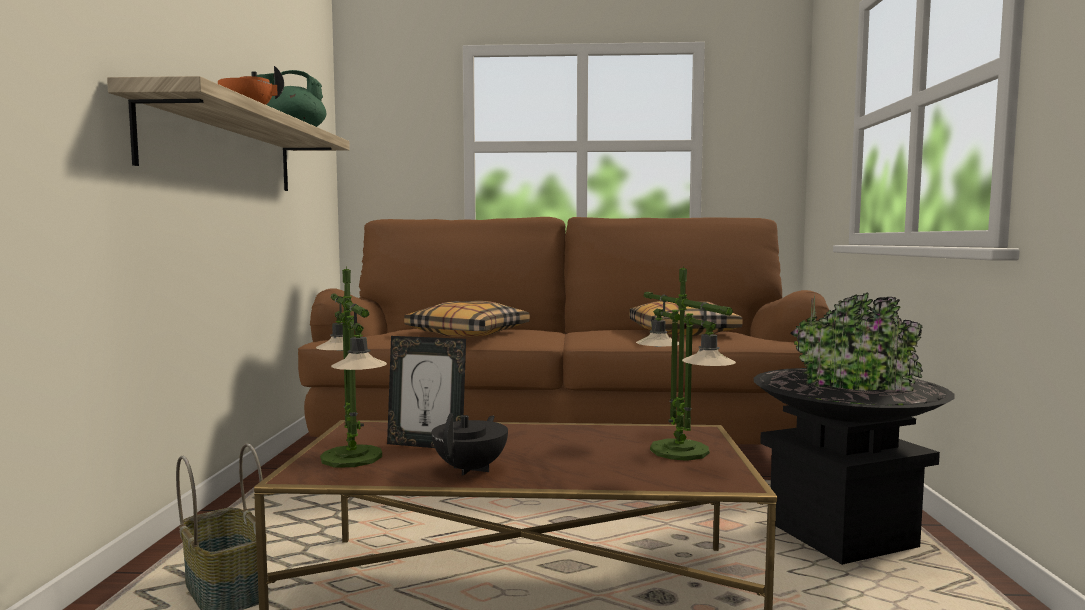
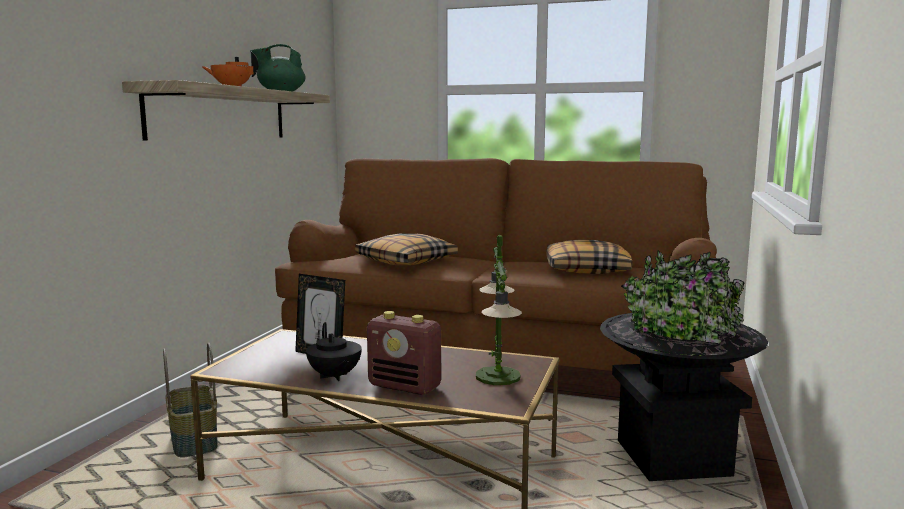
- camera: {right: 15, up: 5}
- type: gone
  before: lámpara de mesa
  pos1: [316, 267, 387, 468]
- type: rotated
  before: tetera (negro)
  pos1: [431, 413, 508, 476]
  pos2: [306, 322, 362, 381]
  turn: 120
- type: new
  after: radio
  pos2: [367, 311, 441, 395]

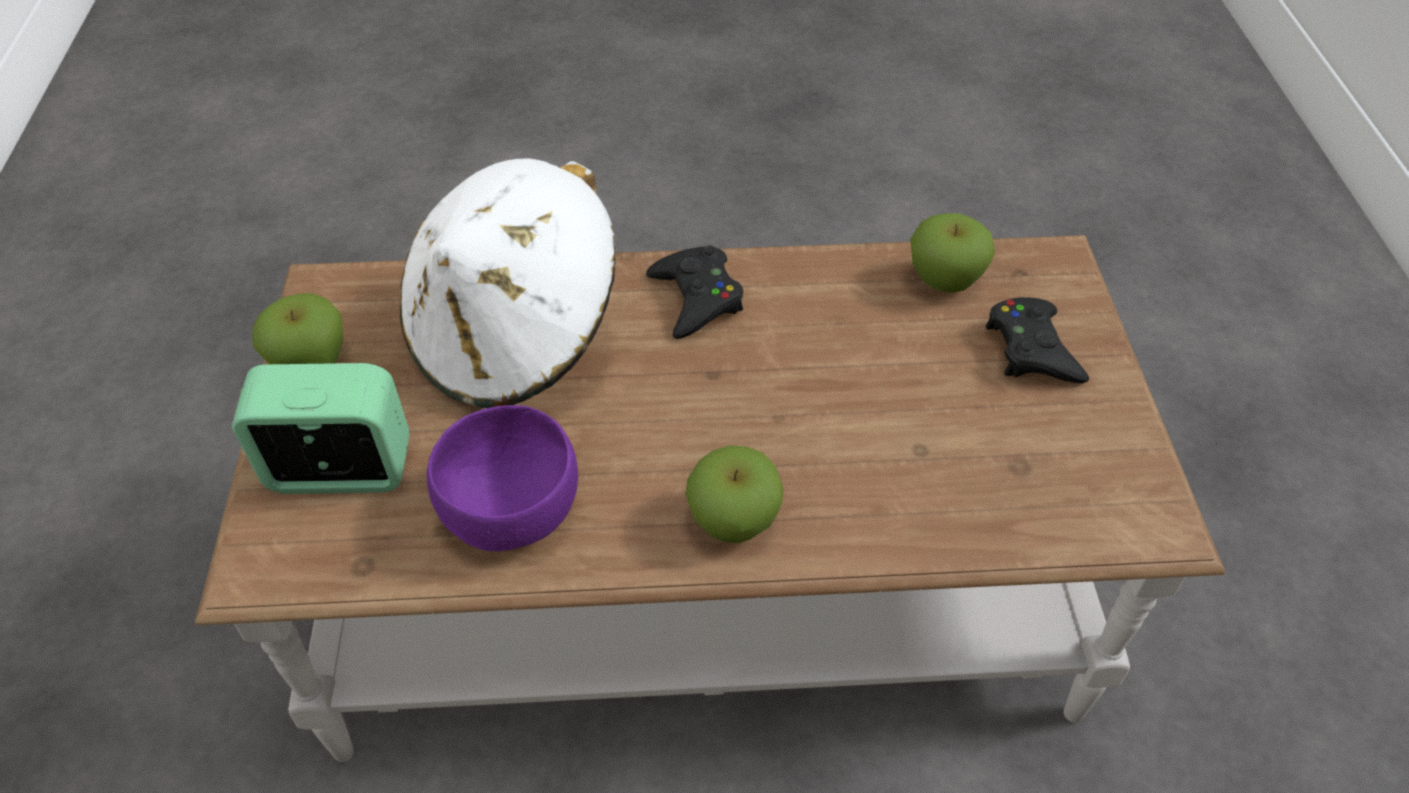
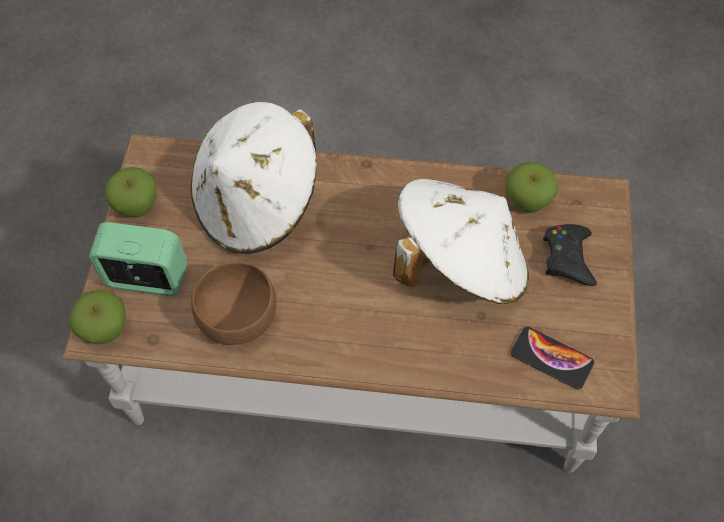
- camera: {right: 10, up: 10}
- type: gone
  before: mando de consola (negro)
  pos1: [646, 245, 743, 339]
- type: repainted
  before: cuenco (morado)
  after: cuenco (marrón)
  pos1: [427, 405, 578, 551]
  pos2: [191, 262, 276, 345]
- type: shifted
  before: manzana
  pos1: [685, 445, 783, 543]
  pos2: [69, 289, 126, 344]
- type: new
  after: sombrero (blanco)
  pos2: [393, 179, 529, 304]
- type: new
  after: móvil
  pos2: [511, 327, 594, 389]

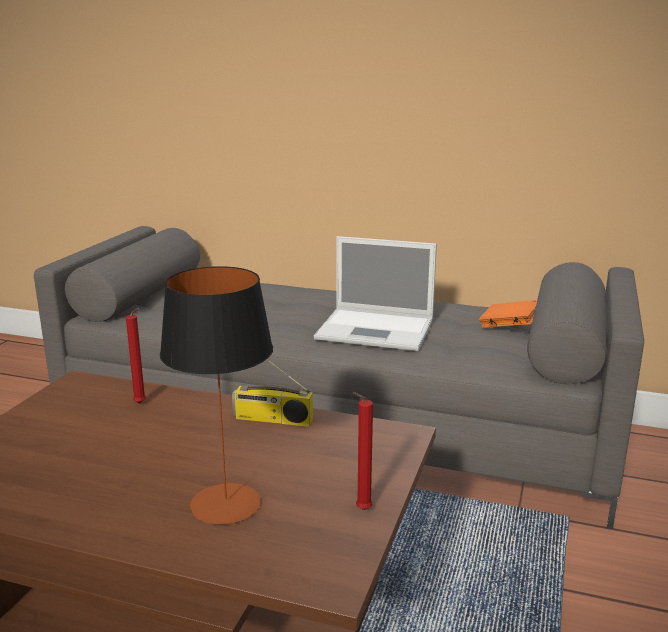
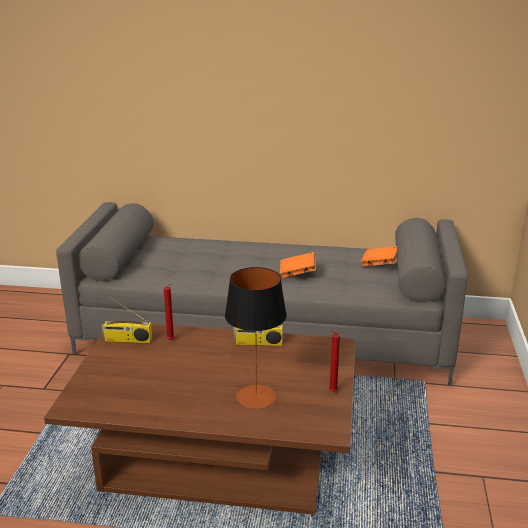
- camera: {right: -10, up: 5}
- type: swapped
  before: portátil
  after: libro (naranja)
  pos1: [314, 236, 437, 351]
  pos2: [280, 252, 316, 278]
- type: new
  after: radio
  pos2: [102, 298, 152, 343]

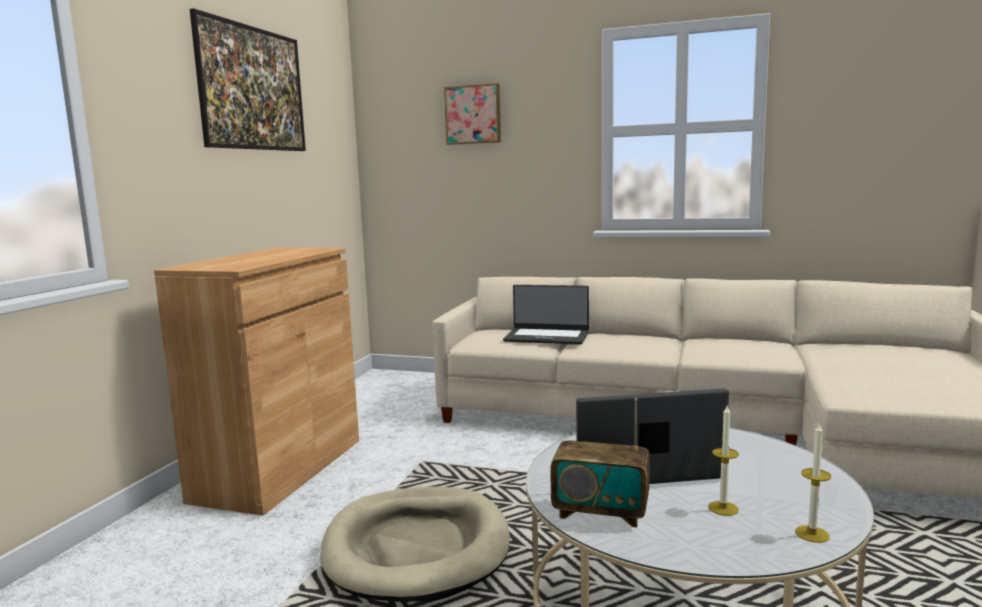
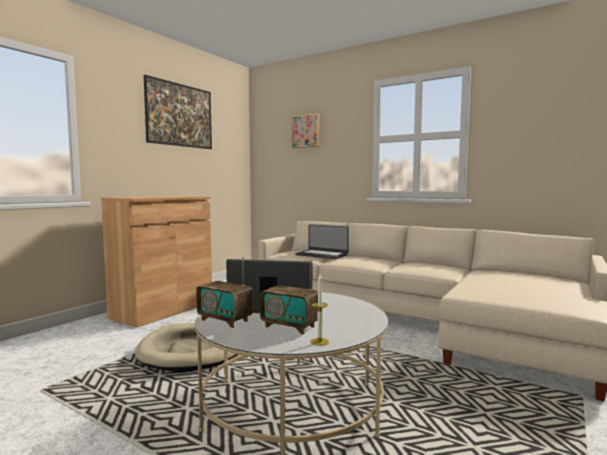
- camera: {right: 15, up: -5}
- type: swapped
  before: vela
  after: radio
  pos1: [708, 406, 739, 516]
  pos2: [260, 260, 318, 335]

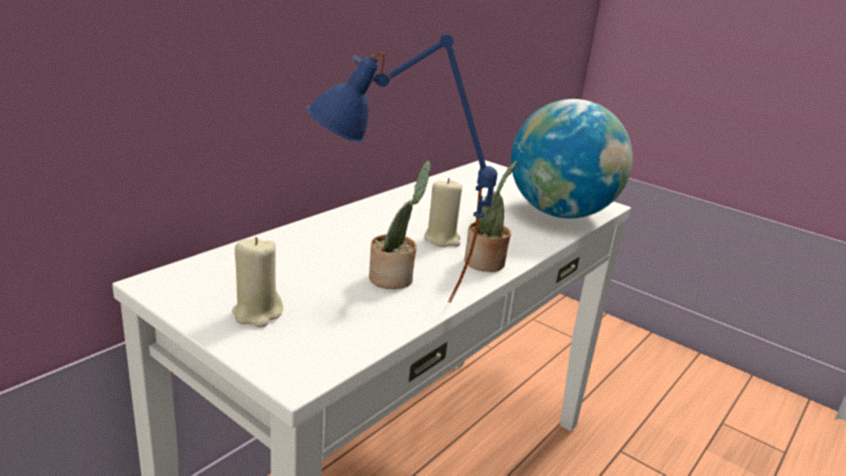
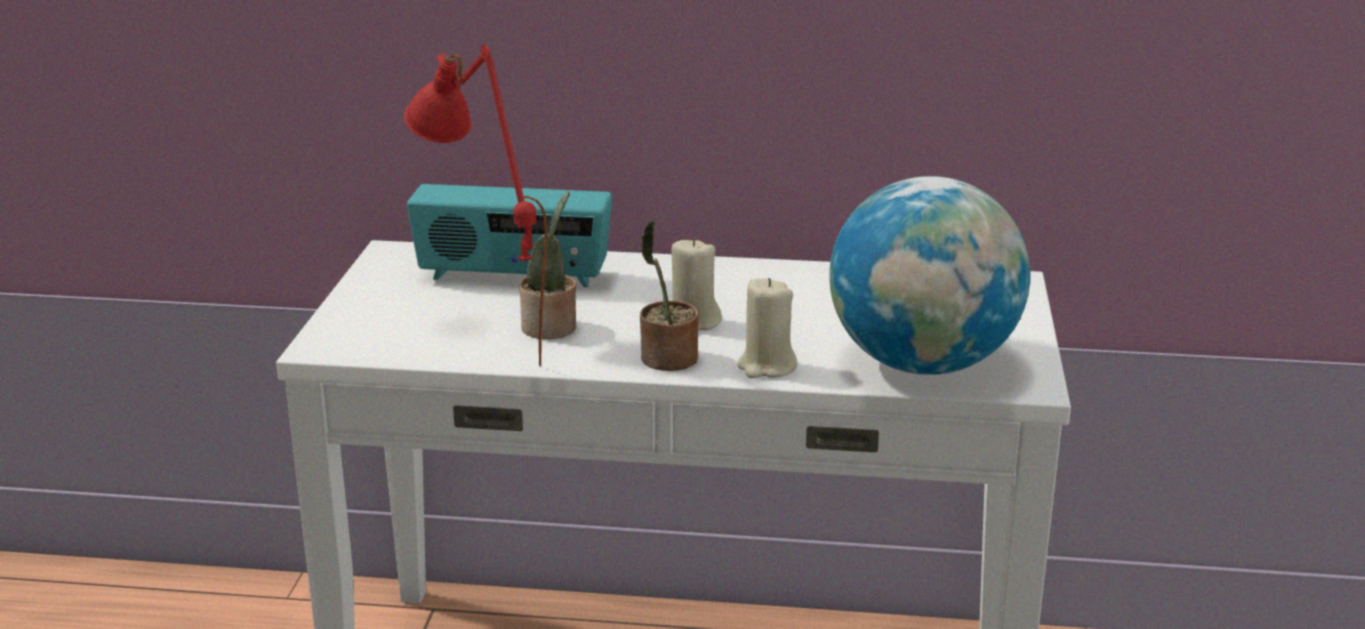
- camera: {right: 60, up: 0}
- type: repainted
  before: lámpara de mesa (azul)
  after: lámpara de mesa (rojo)
  pos1: [307, 34, 497, 303]
  pos2: [404, 45, 548, 367]
- type: shifted
  before: vela (beis)
  pos1: [232, 237, 283, 327]
  pos2: [737, 278, 797, 378]
- type: new
  after: radio
  pos2: [407, 184, 612, 287]

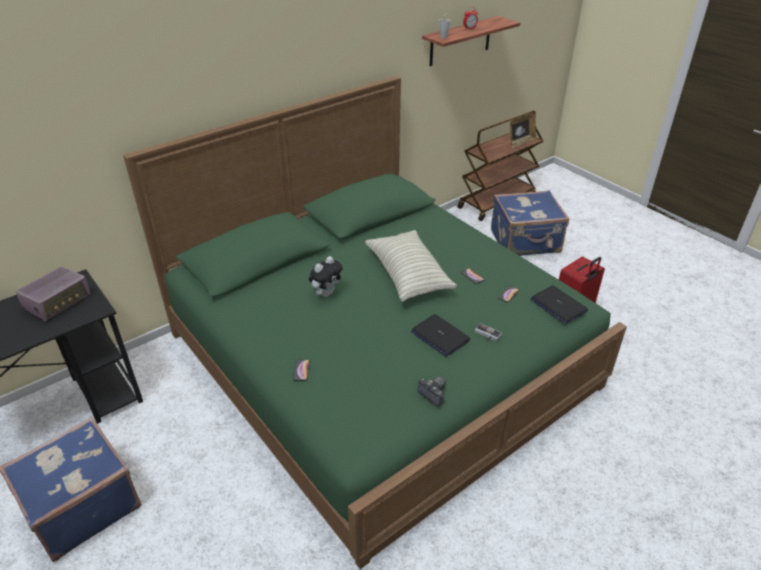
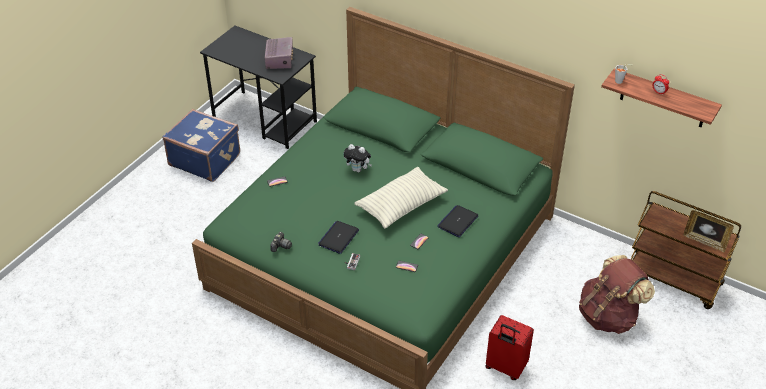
- camera: {right: 70, up: 5}
- type: swapped
  before: maleta (azul)
  after: mochila (marrón)
  pos1: [491, 190, 569, 256]
  pos2: [579, 255, 655, 334]
- type: rotated
  before: radio
  pos1: [16, 267, 91, 321]
  pos2: [265, 37, 293, 69]
  turn: -105
- type: shifted
  before: portátil
  pos1: [531, 285, 588, 324]
  pos2: [437, 205, 479, 237]

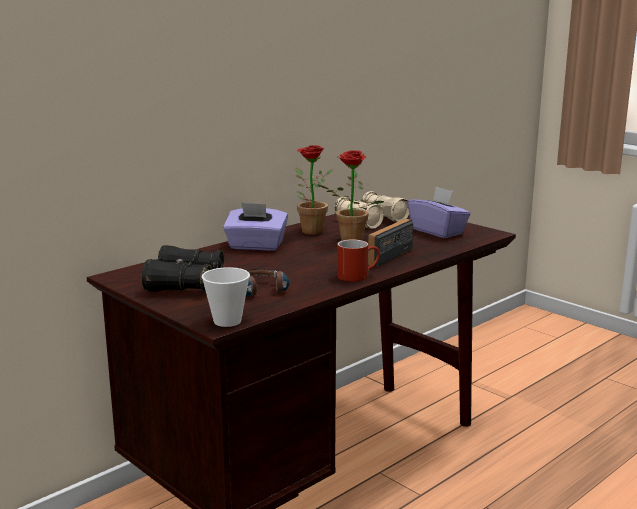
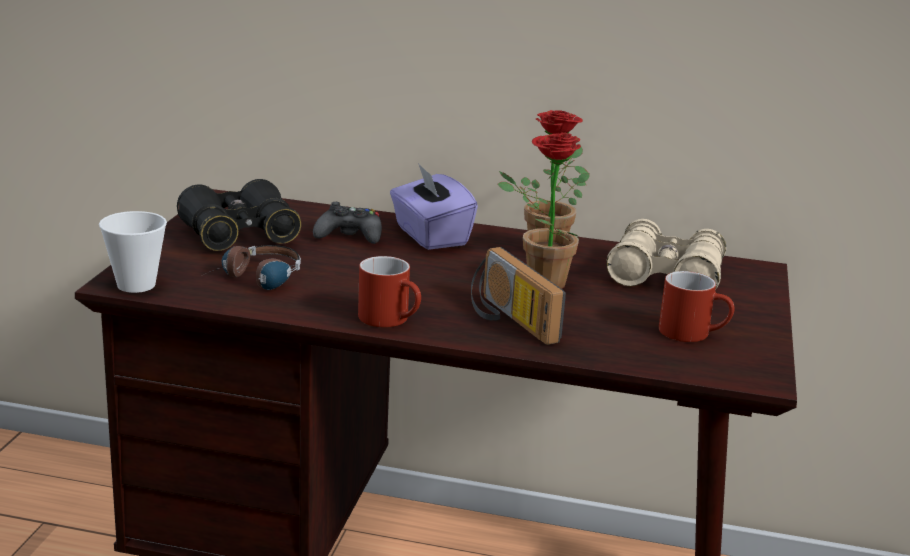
- camera: {right: 55, up: 5}
- type: swapped
  before: caja de pañuelos (morado)
  after: taza grande (rojo)
  pos1: [408, 187, 471, 238]
  pos2: [659, 271, 735, 342]
- type: rotated
  before: radio
  pos1: [368, 219, 413, 267]
  pos2: [471, 247, 566, 345]
  turn: -120
- type: new
  after: mando de consola (negro)
  pos2: [313, 202, 382, 244]

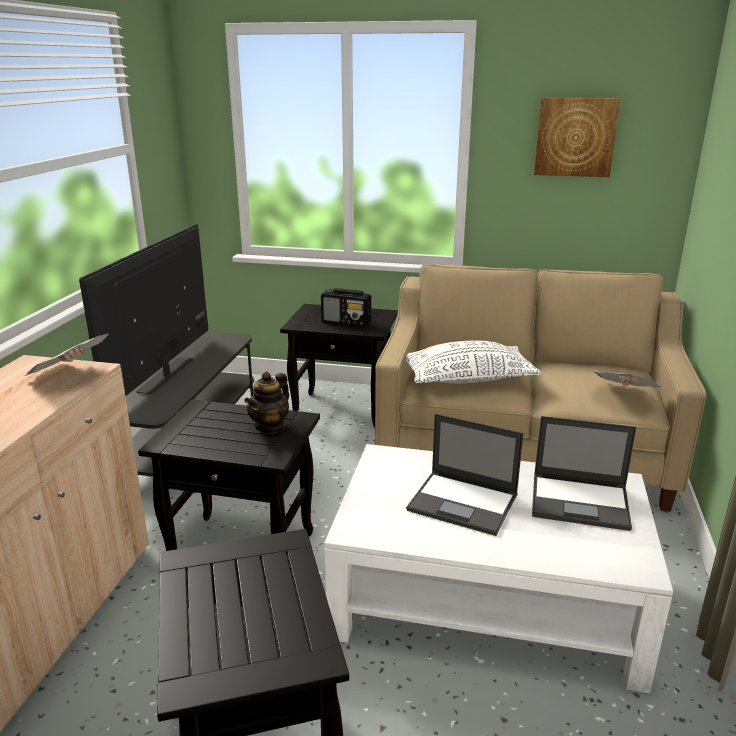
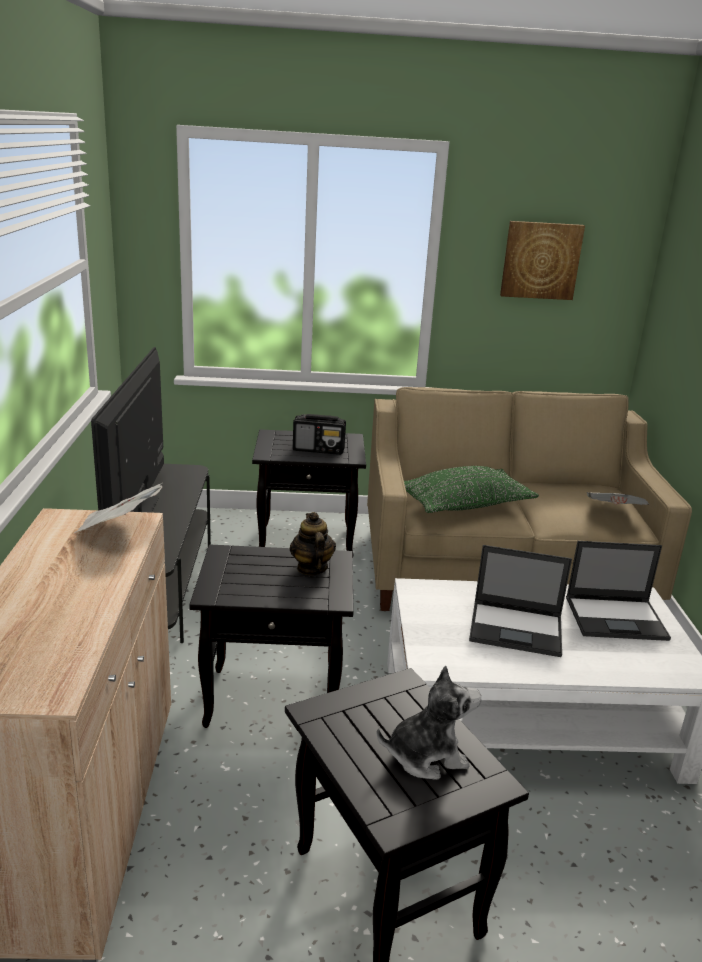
- camera: {right: -15, up: 0}
- type: repainted
  before: cojín (blanco)
  after: cojín (verde)
  pos1: [406, 341, 542, 384]
  pos2: [404, 466, 539, 513]
- type: rotated
  before: tetera
  pos1: [245, 371, 289, 434]
  pos2: [290, 512, 336, 575]
  turn: 150
- type: new
  after: peluche
  pos2: [377, 666, 481, 780]

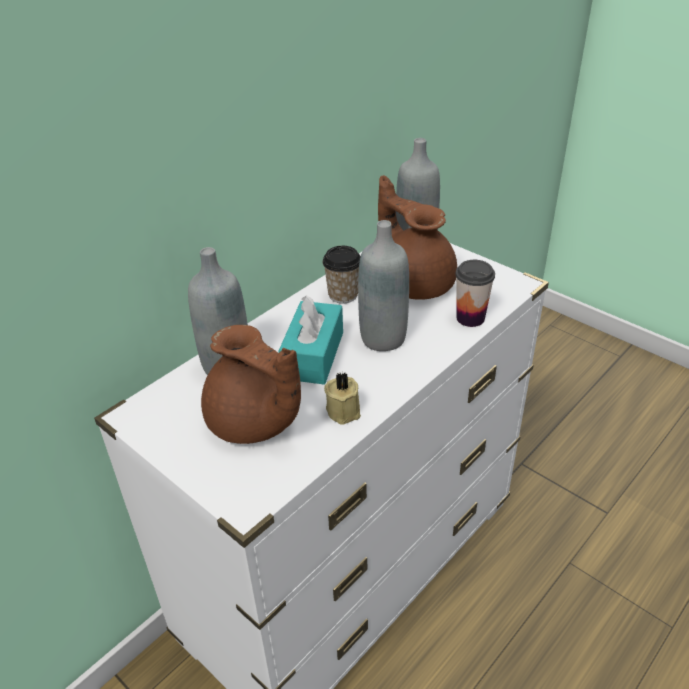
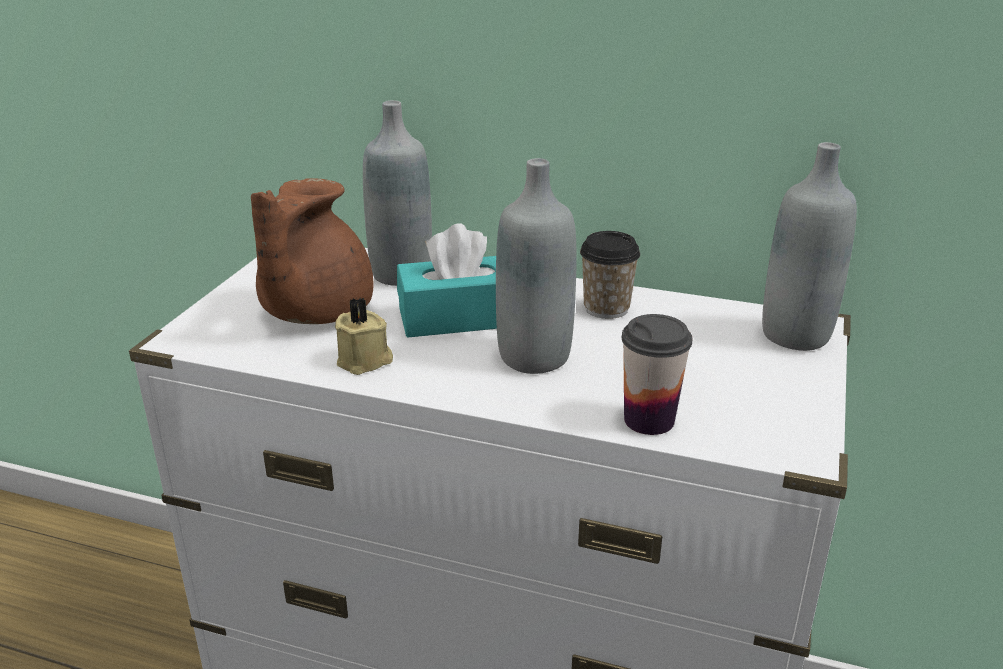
- camera: {right: 65, up: -10}
- type: gone
  before: tetera (marrón)
  pos1: [378, 175, 457, 300]

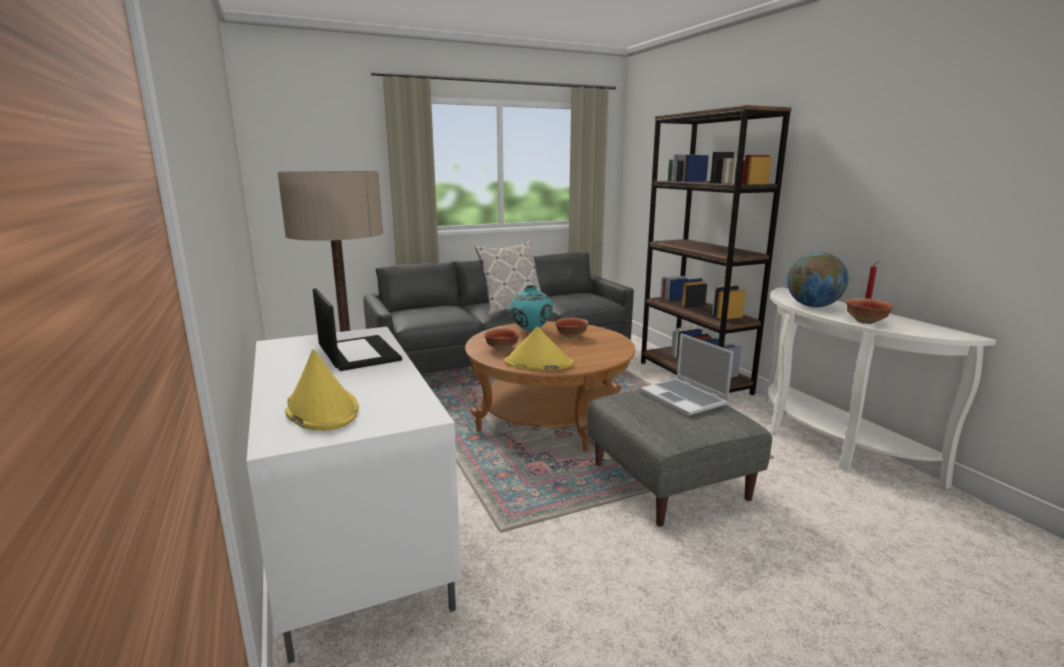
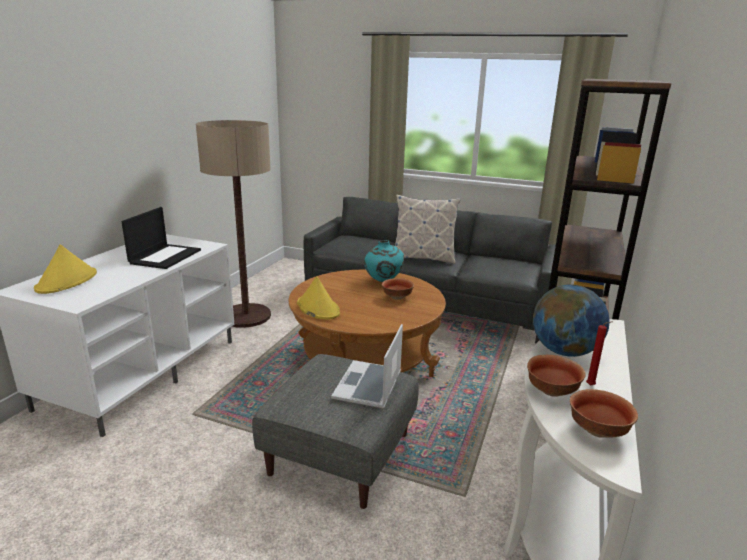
- camera: {right: 45, up: 5}
- type: shifted
  before: cuenco
  pos1: [484, 328, 520, 351]
  pos2: [570, 389, 638, 438]

